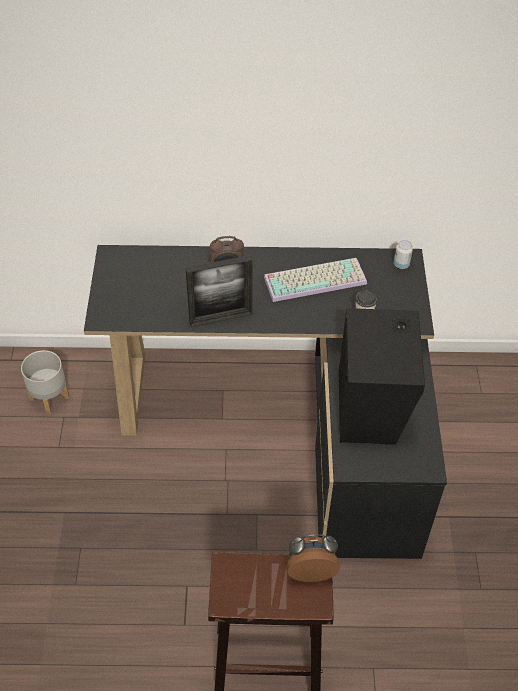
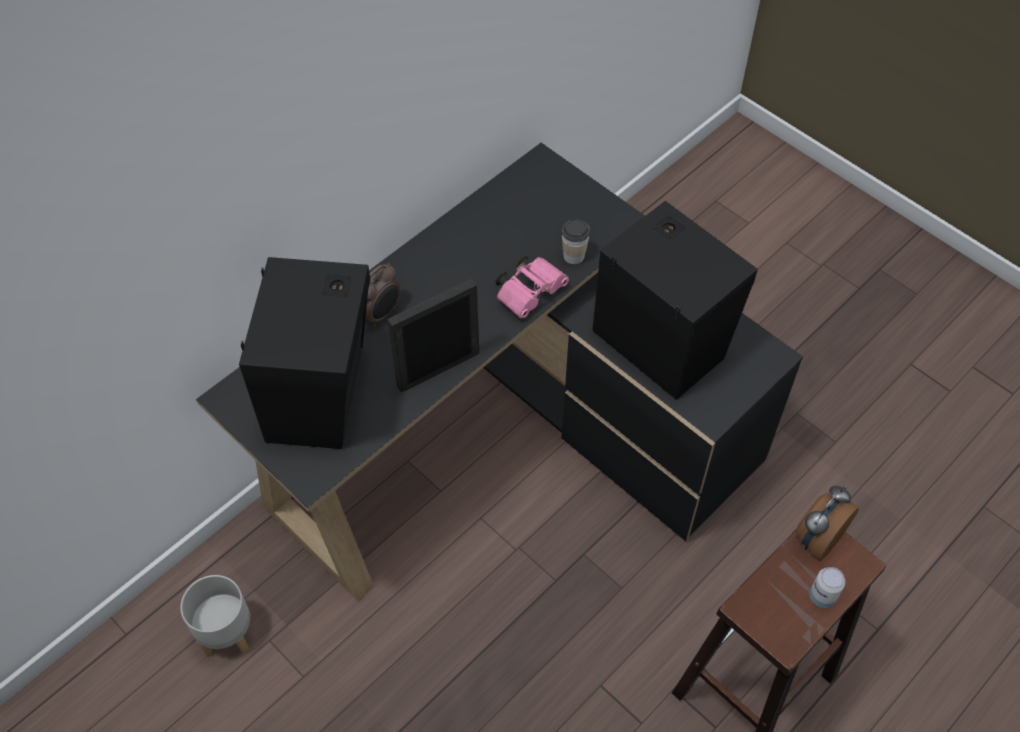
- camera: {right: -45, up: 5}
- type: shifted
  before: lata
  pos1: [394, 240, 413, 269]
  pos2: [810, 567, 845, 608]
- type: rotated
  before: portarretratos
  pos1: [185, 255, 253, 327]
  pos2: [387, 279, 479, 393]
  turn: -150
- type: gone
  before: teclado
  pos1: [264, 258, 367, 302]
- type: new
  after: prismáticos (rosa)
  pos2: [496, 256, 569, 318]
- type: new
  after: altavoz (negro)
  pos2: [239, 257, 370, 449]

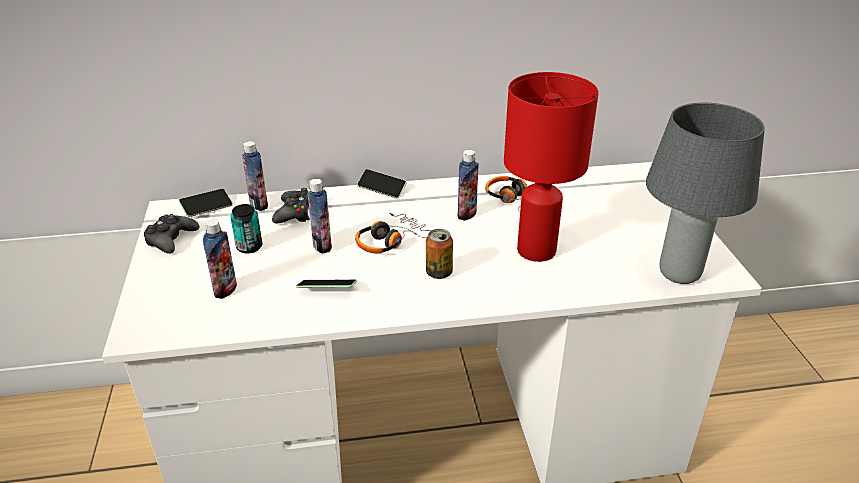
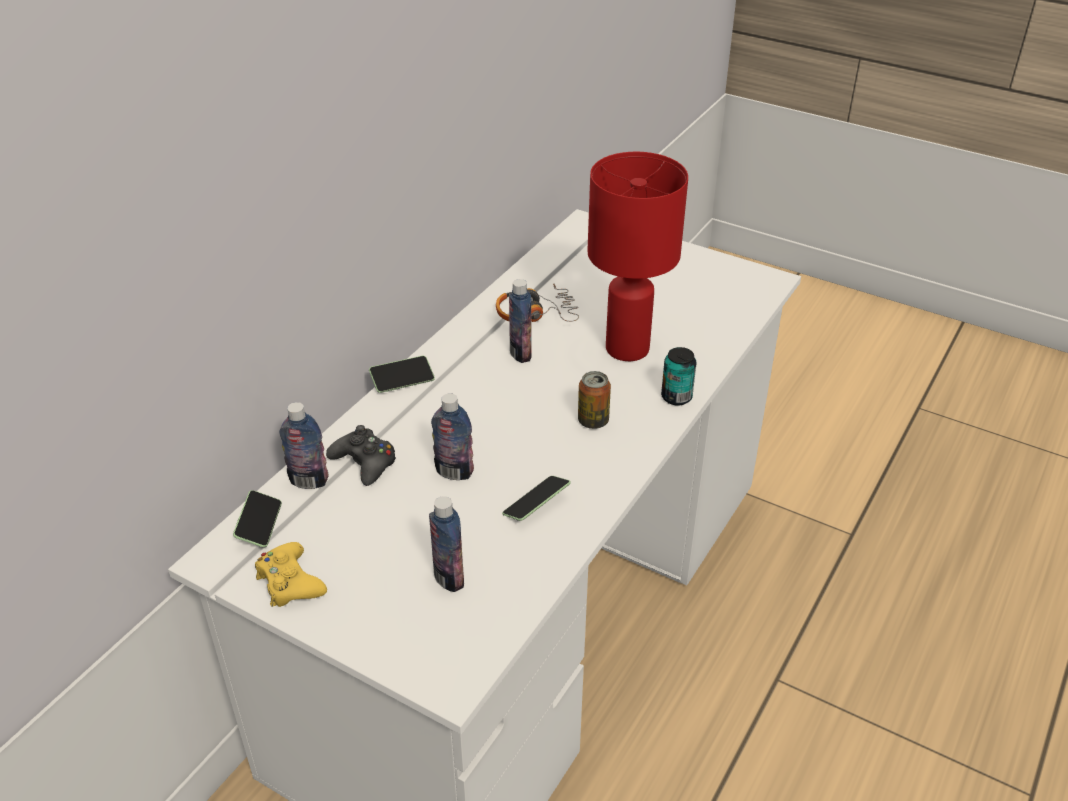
- camera: {right: -50, up: 5}
- type: gone
  before: lámpara de mesa (gris)
  pos1: [646, 103, 765, 284]
- type: shifted
  before: lata
  pos1: [231, 204, 262, 254]
  pos2: [661, 347, 696, 406]
- type: gone
  before: auriculares
  pos1: [355, 212, 432, 254]
- type: repainted
  before: mando de consola (negro)
  after: mando de consola (amarillo)
  pos1: [144, 214, 199, 254]
  pos2: [255, 542, 327, 607]

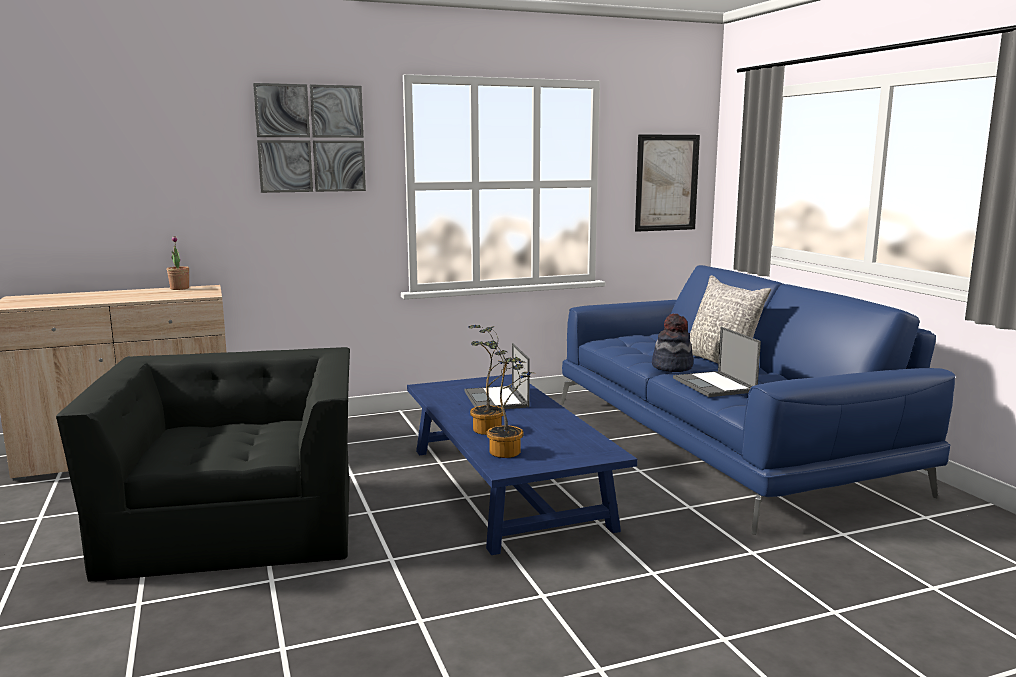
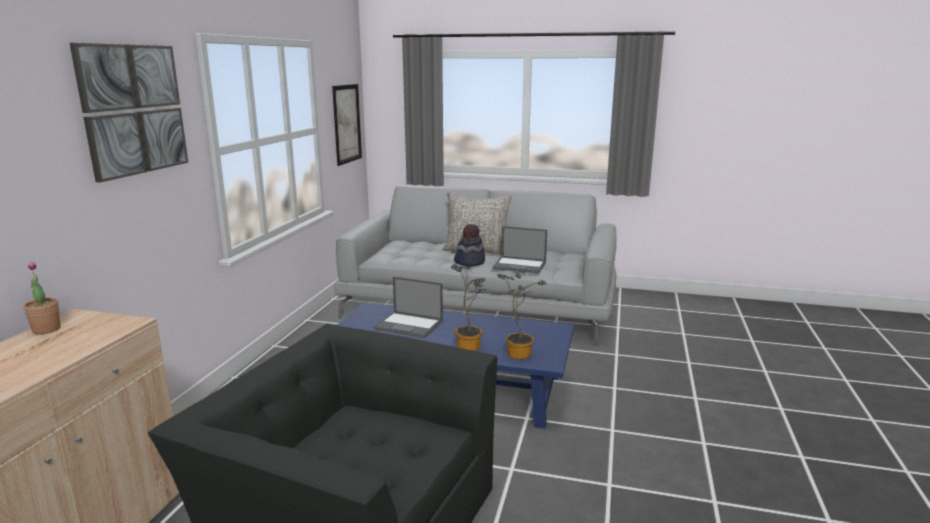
- camera: {right: -55, up: 5}
- type: repainted
  before: sofá (azul)
  after: sofá (gris)
  pos1: [561, 265, 956, 535]
  pos2: [334, 185, 617, 346]

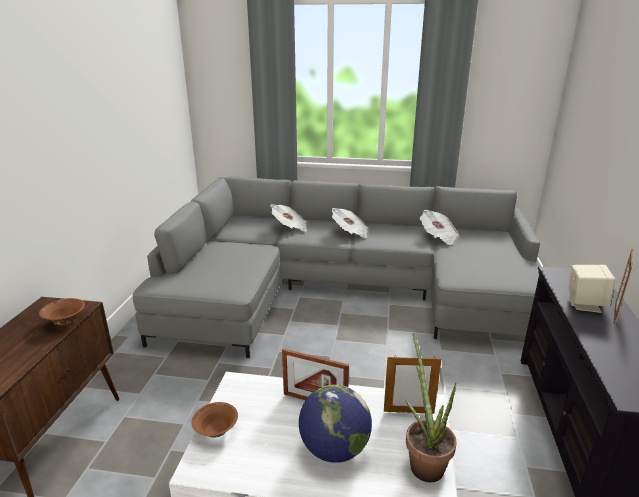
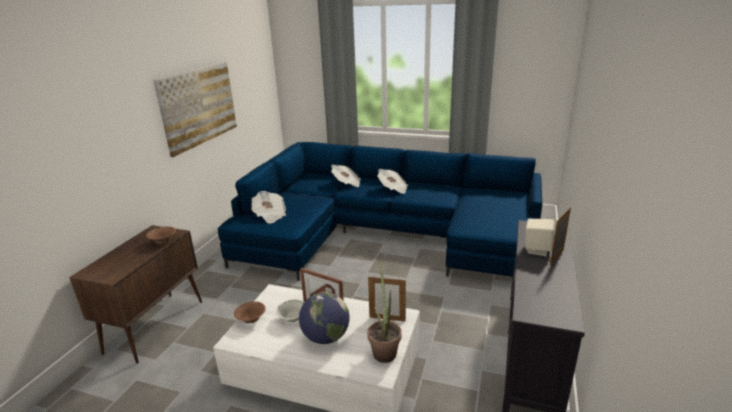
- camera: {right: 10, up: 0}
- type: repainted
  before: sofá (gris)
  after: sofá (azul)
  pos1: [133, 177, 540, 358]
  pos2: [218, 142, 543, 281]
- type: shifted
  before: periódico
  pos1: [420, 210, 459, 245]
  pos2: [251, 191, 286, 224]
- type: new
  after: cuadro
  pos2: [154, 63, 237, 157]
- type: new
  after: cuenco (blanco)
  pos2: [276, 300, 304, 322]

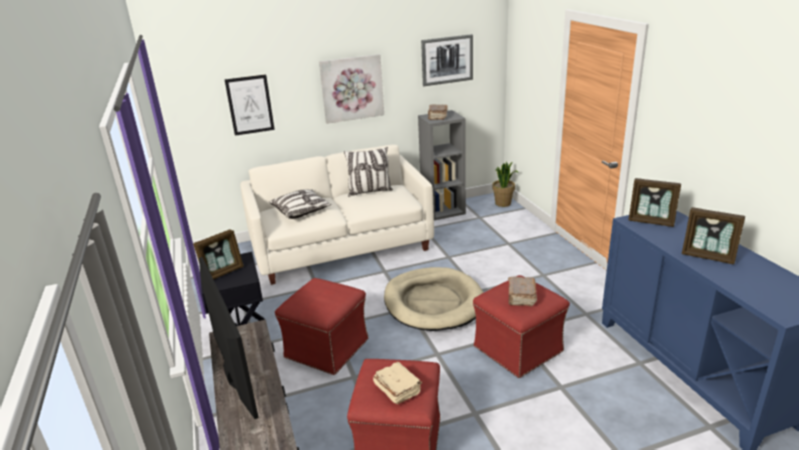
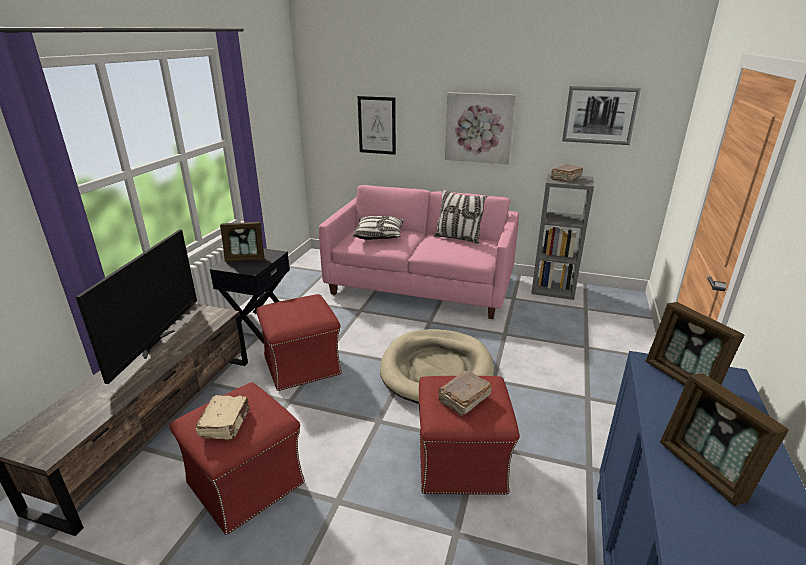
- camera: {right: 35, up: 0}
- type: repainted
  before: sofá (blanco)
  after: sofá (rosa)
  pos1: [240, 144, 434, 285]
  pos2: [319, 185, 519, 319]
- type: gone
  before: planta en maceta
  pos1: [492, 162, 518, 207]

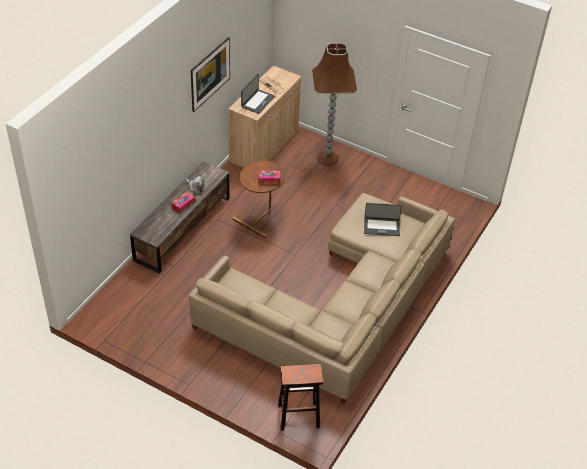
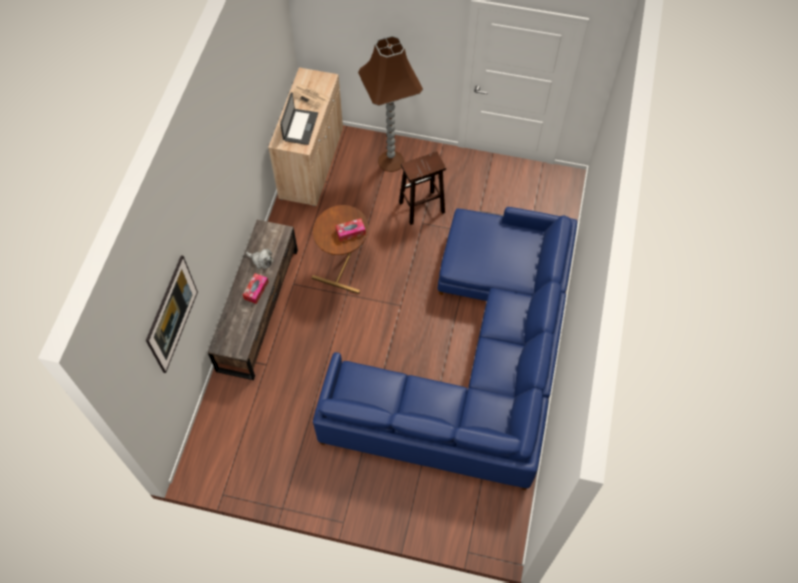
- camera: {right: -15, up: 15}
- type: shifted
  before: cuadro
  pos1: [191, 37, 230, 112]
  pos2: [146, 255, 198, 373]
- type: repainted
  before: sofá (beis)
  after: sofá (azul)
  pos1: [189, 193, 455, 404]
  pos2: [313, 207, 577, 490]
- type: gone
  before: portátil
  pos1: [364, 203, 402, 236]
- type: shifted
  before: taburete (marrón)
  pos1: [278, 364, 323, 431]
  pos2: [399, 151, 446, 225]

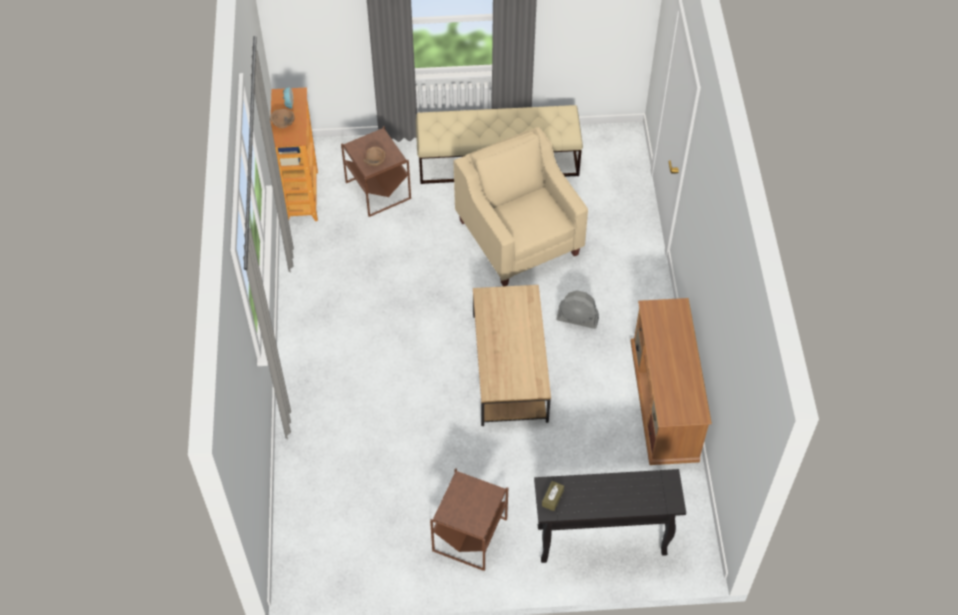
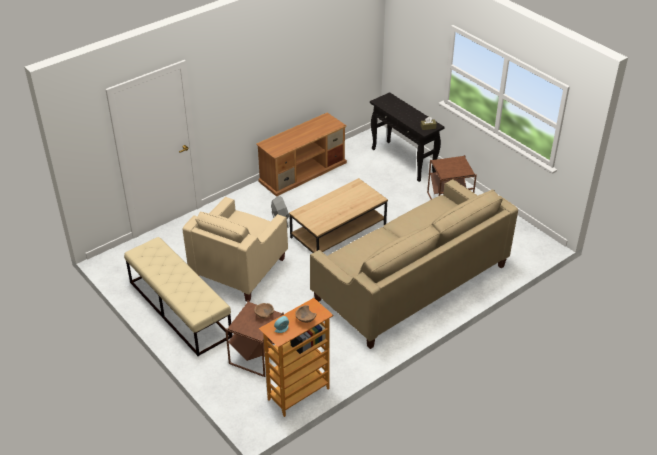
- camera: {right: -125, up: -15}
- type: new
  after: sofá (beis)
  pos2: [310, 179, 518, 349]

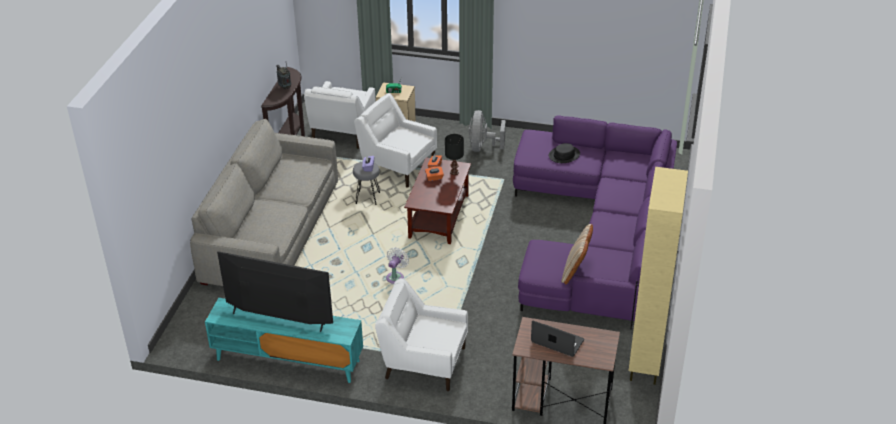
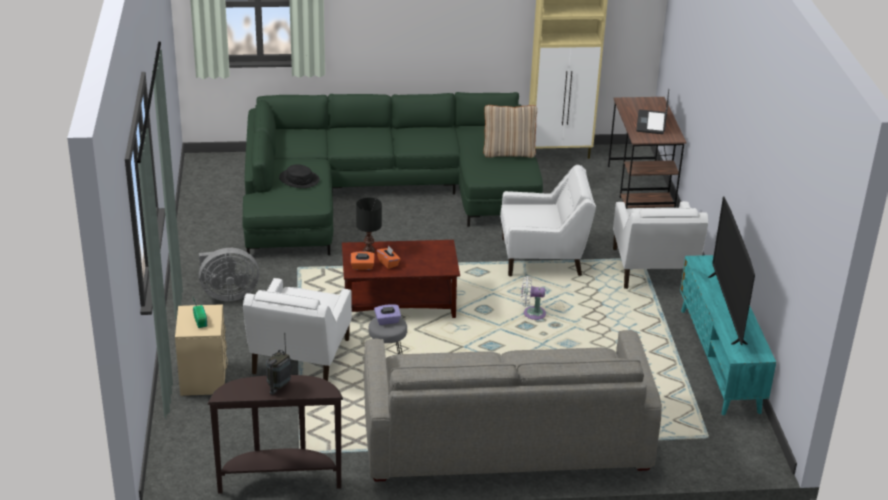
- camera: {right: -110, up: -5}
- type: shifted
  before: sillón (blanco)
  pos1: [304, 81, 376, 149]
  pos2: [500, 165, 596, 276]
- type: repainted
  before: sofá (morado)
  after: sofá (verde)
  pos1: [513, 115, 677, 321]
  pos2: [243, 92, 543, 255]

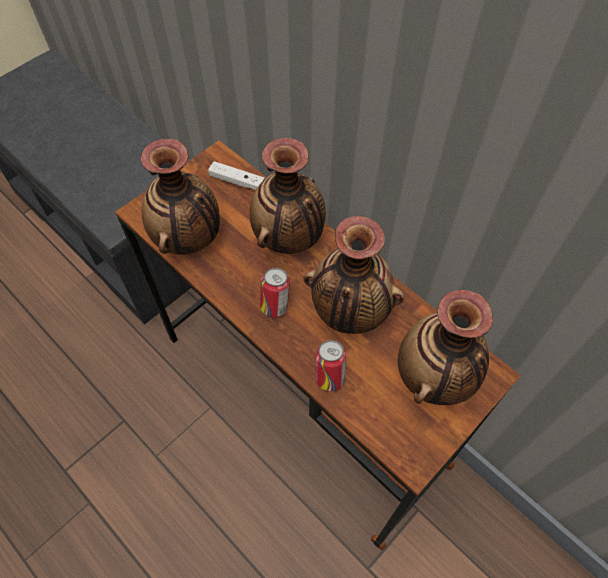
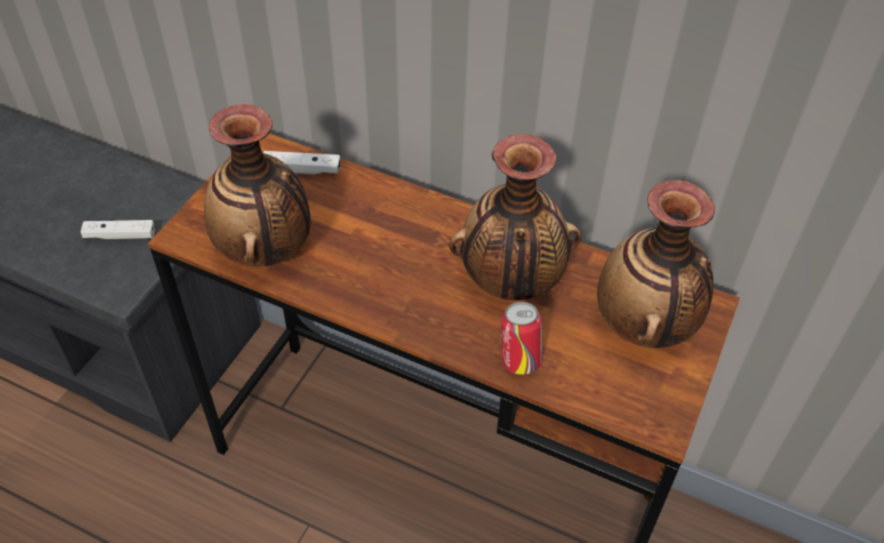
- camera: {right: -20, up: -10}
- type: gone
  before: florero
  pos1: [250, 138, 326, 254]
- type: gone
  before: lata
  pos1: [260, 268, 290, 317]
- type: new
  after: mando de consola (blanco)
  pos2: [81, 220, 155, 239]

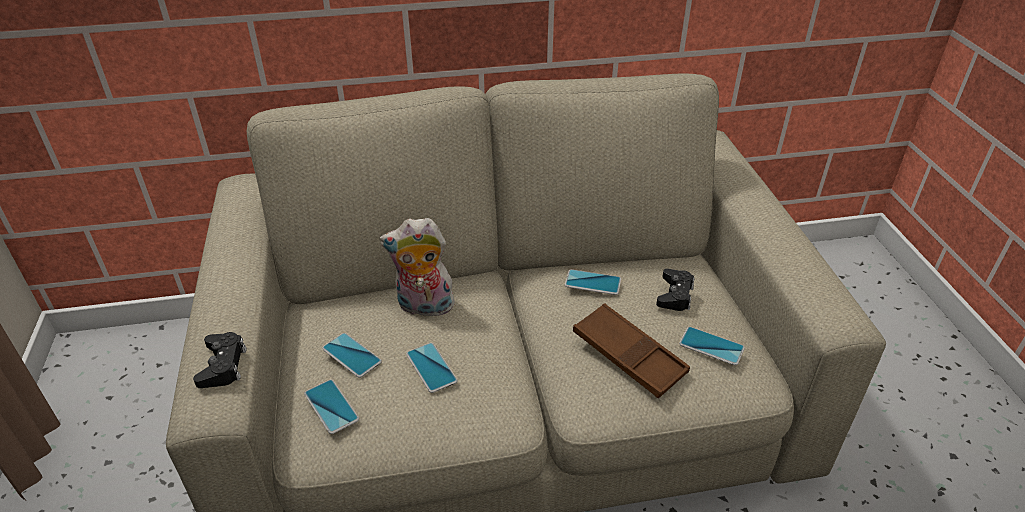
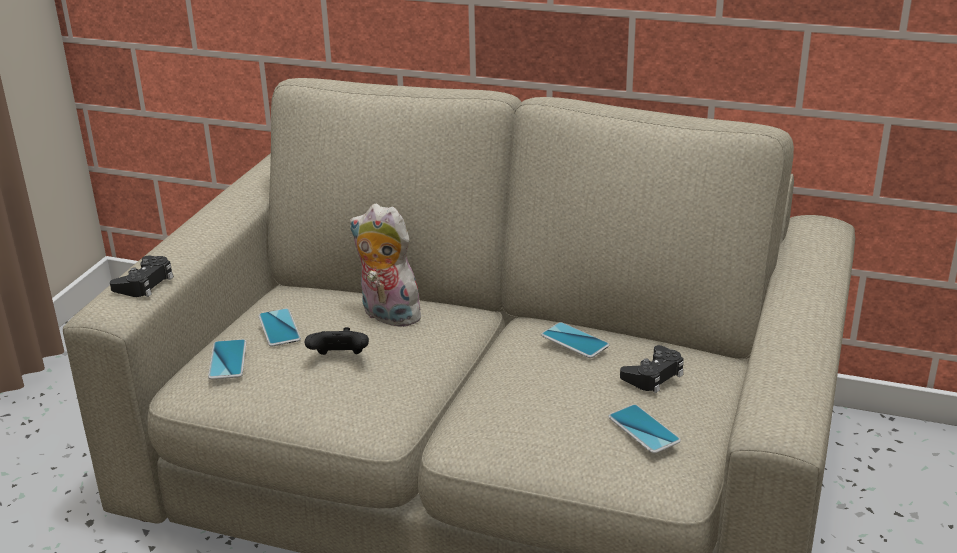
- camera: {right: 30, up: -10}
- type: gone
  before: bandeja (marrón)
  pos1: [573, 303, 690, 399]
- type: swapped
  before: móvil
  after: mando de consola (negro)
  pos1: [406, 343, 458, 393]
  pos2: [305, 327, 369, 355]

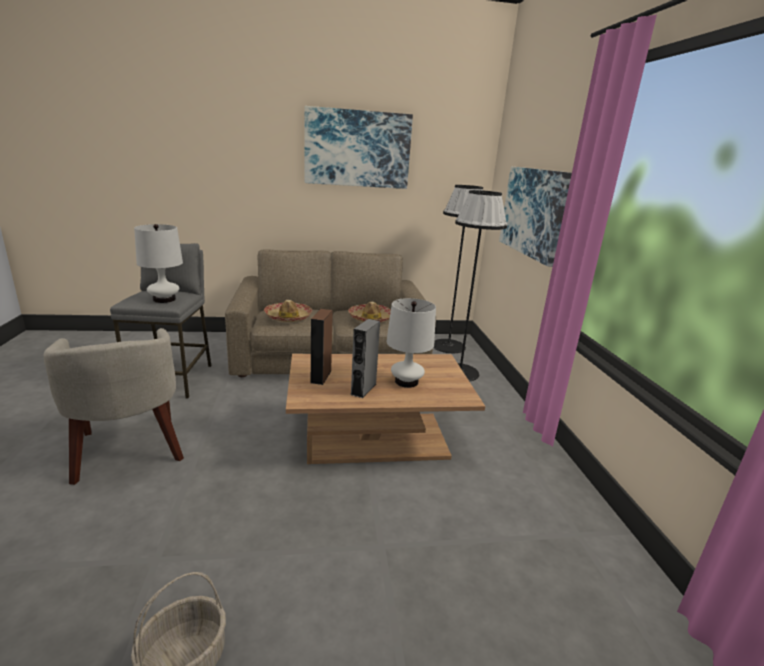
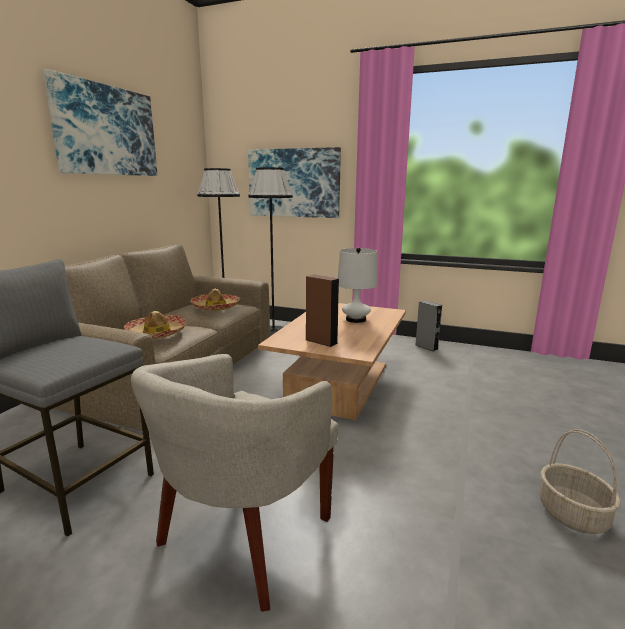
- camera: {right: -60, up: -5}
- type: gone
  before: lámpara de mesa (blanco)
  pos1: [134, 224, 183, 303]
- type: shifted
  before: altavoz (gris)
  pos1: [350, 319, 380, 398]
  pos2: [416, 301, 442, 352]
- type: rotated
  before: sillón (beis)
  pos1: [44, 328, 184, 485]
  pos2: [131, 354, 338, 612]
  turn: 120

